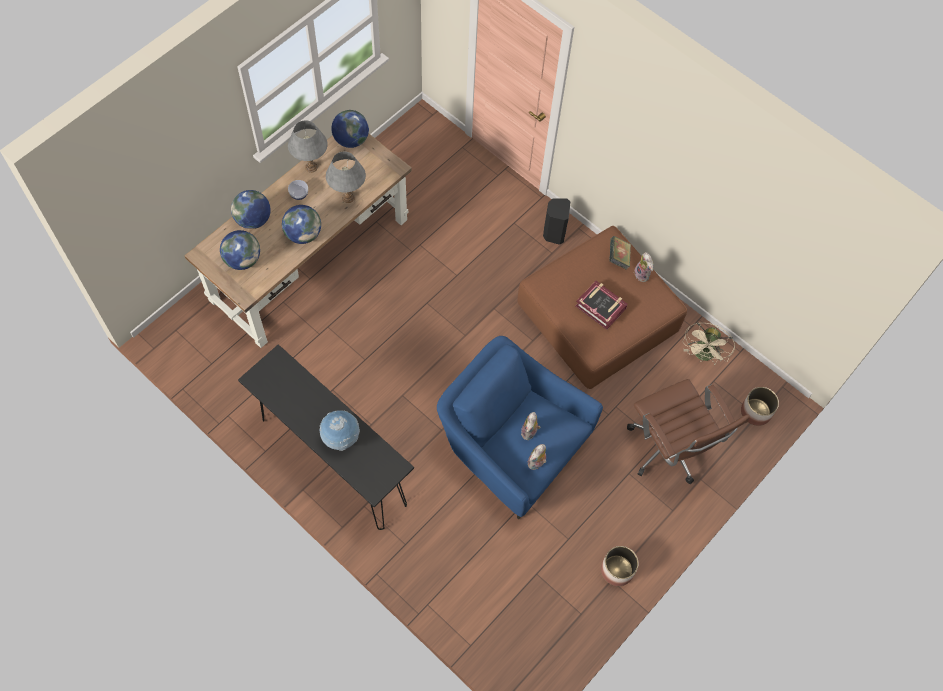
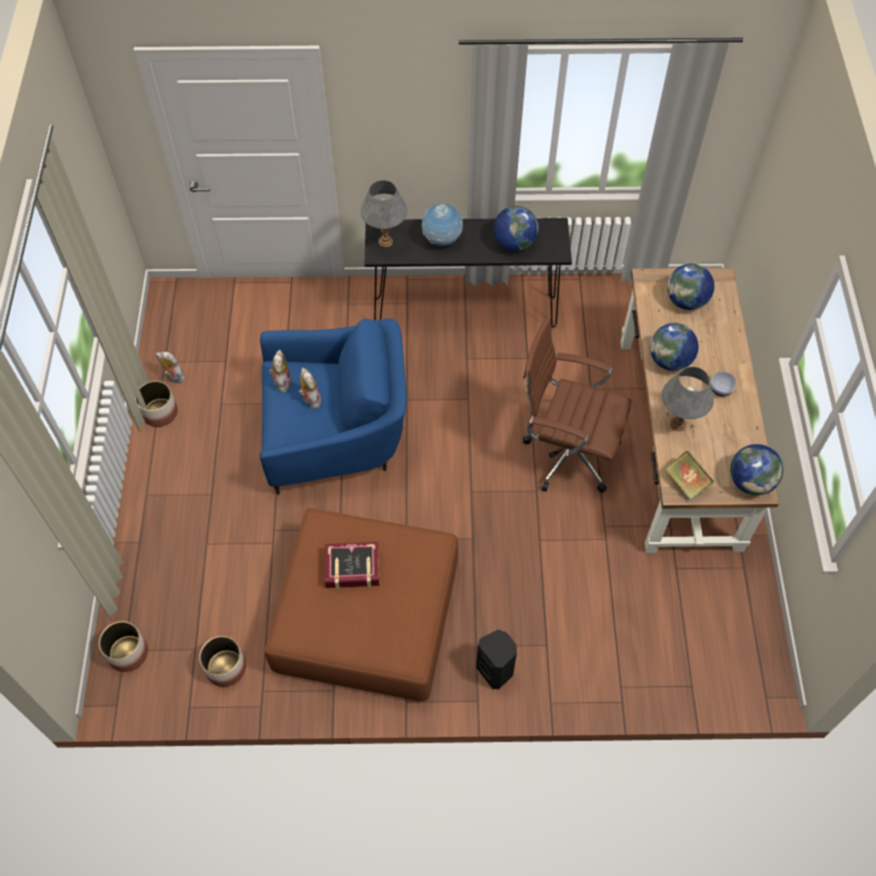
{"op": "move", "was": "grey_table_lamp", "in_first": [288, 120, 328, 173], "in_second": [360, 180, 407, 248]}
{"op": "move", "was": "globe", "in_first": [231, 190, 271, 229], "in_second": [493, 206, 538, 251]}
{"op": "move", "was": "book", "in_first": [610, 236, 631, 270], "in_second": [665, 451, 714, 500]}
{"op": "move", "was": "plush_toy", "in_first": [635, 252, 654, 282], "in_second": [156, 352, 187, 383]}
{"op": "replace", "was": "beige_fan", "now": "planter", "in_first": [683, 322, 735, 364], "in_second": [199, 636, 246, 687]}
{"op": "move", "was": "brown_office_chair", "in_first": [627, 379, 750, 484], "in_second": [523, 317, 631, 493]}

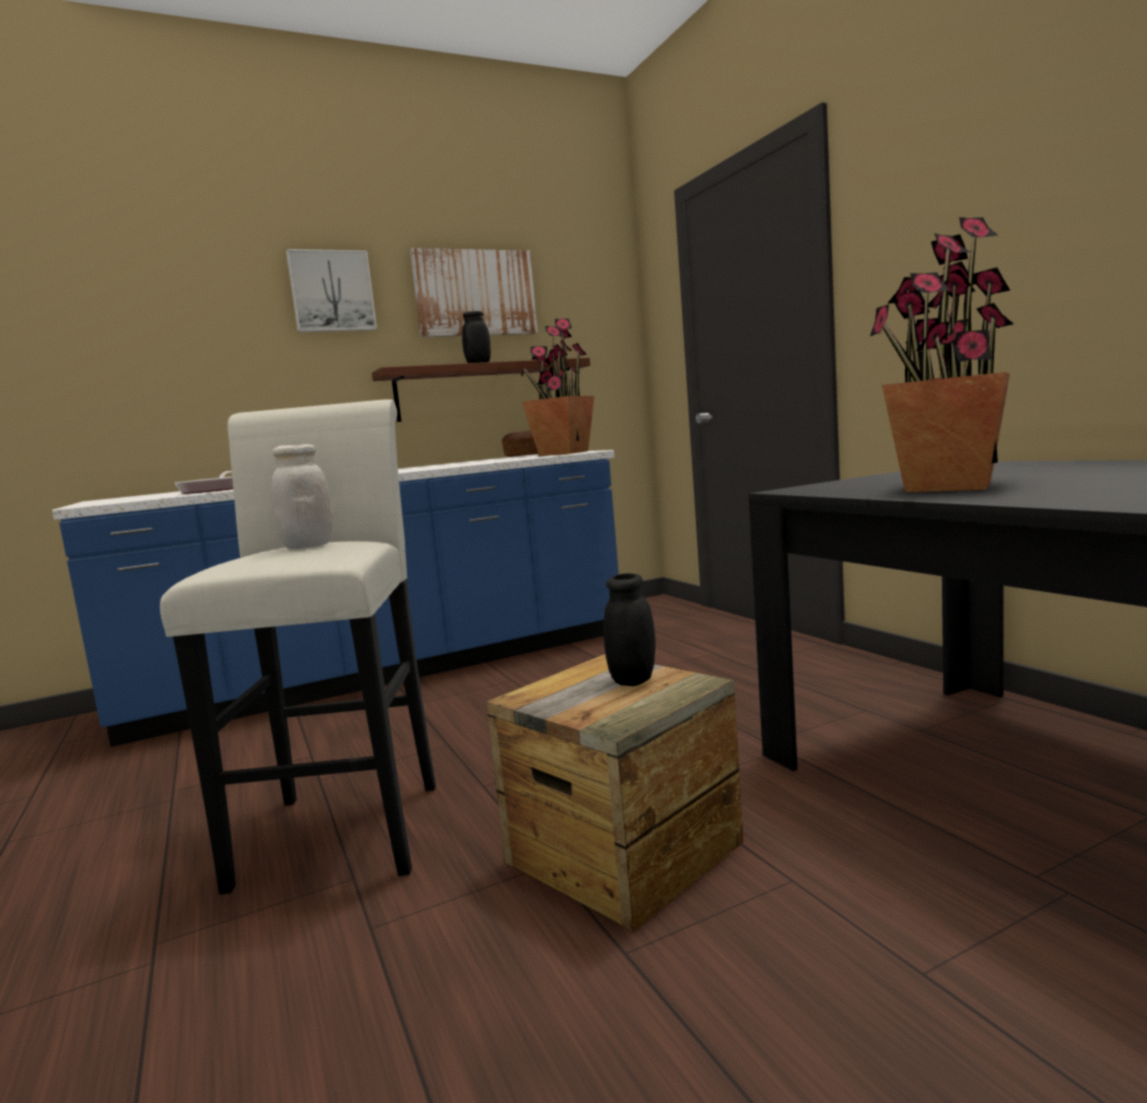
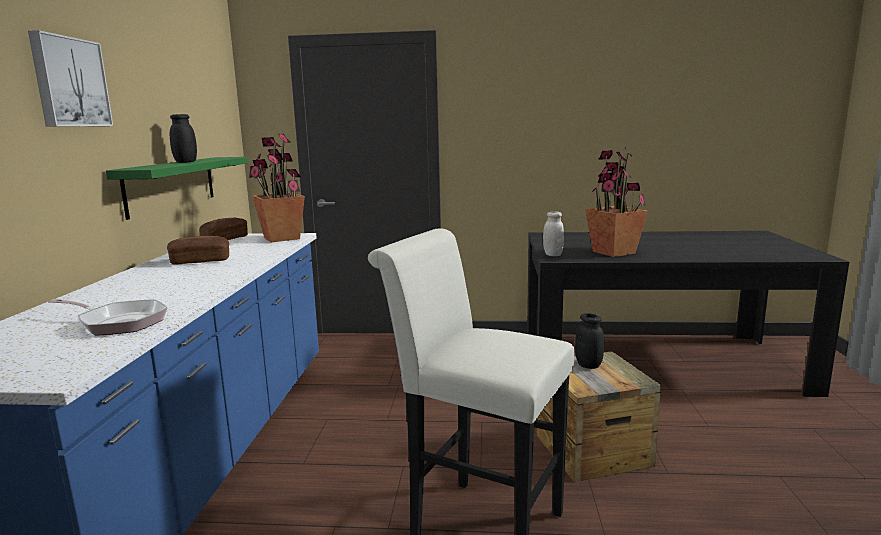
{"op": "delete", "was": "picture", "in_first": [410, 248, 538, 337]}
{"op": "recolor", "was": "brown_shelf", "now": "green_shelf", "in_first": [372, 358, 590, 422], "in_second": [106, 157, 248, 220]}
{"op": "move", "was": "white_jar", "in_first": [271, 444, 333, 549], "in_second": [543, 211, 564, 256]}
{"op": "insert", "now": "bread", "in_second": [167, 236, 229, 265]}

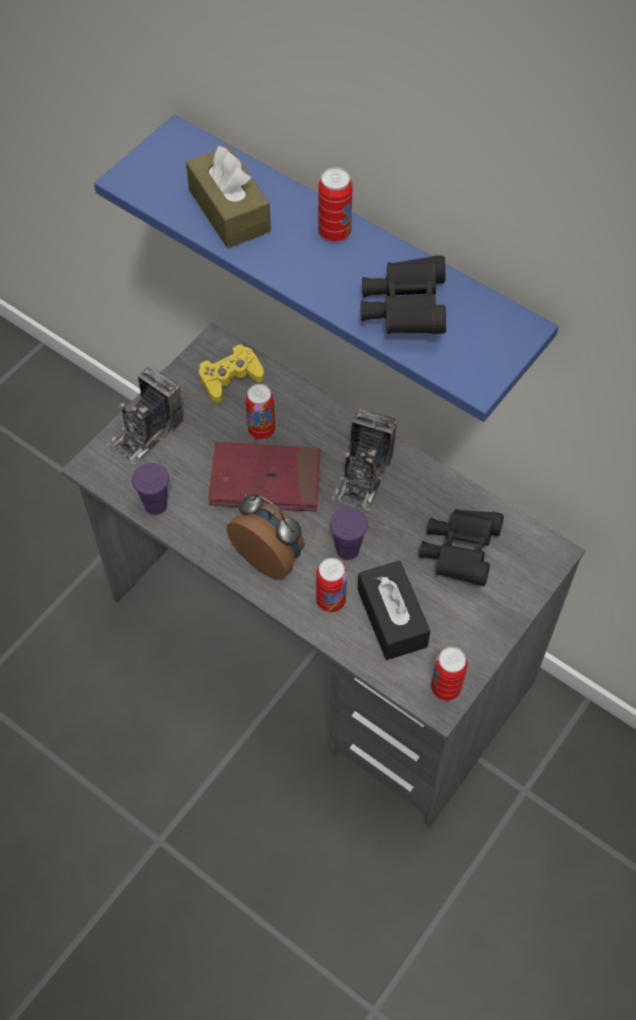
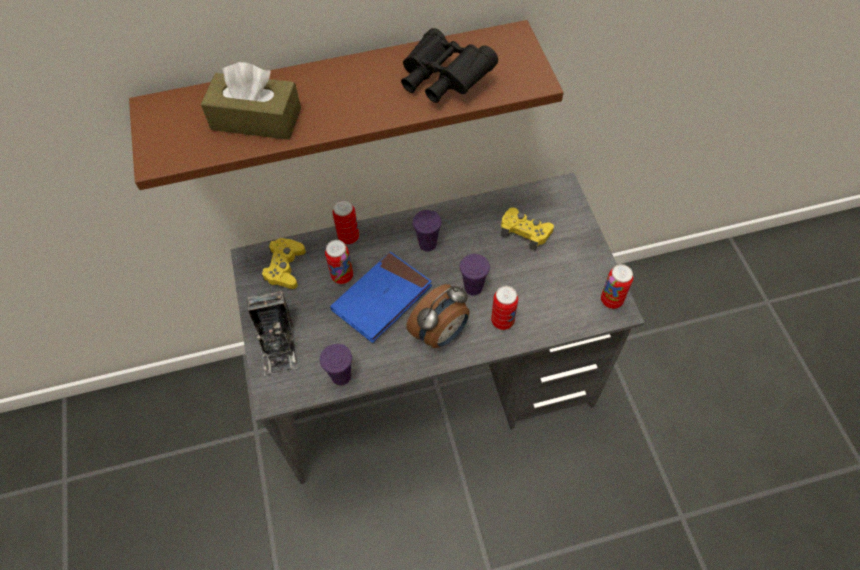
{"op": "recolor", "was": "blue_shelf", "now": "brown_shelf", "in_first": [94, 115, 559, 422], "in_second": [129, 20, 564, 190]}
{"op": "move", "was": "can", "in_first": [318, 167, 353, 242], "in_second": [332, 200, 359, 245]}
{"op": "replace", "was": "photo_camera", "now": "purple_cup", "in_first": [332, 409, 397, 510], "in_second": [412, 210, 442, 252]}
{"op": "recolor", "was": "red_book", "now": "blue_book", "in_first": [208, 442, 321, 512], "in_second": [330, 252, 432, 343]}
{"op": "rotate", "was": "alarm_clock", "in_first": [227, 494, 305, 580], "in_second": [406, 284, 470, 348], "clockwise": 150}
{"op": "replace", "was": "black_binoculars", "now": "yellow_game_controller", "in_first": [419, 509, 503, 586], "in_second": [501, 208, 554, 250]}
{"op": "delete", "was": "black_tissue_box", "in_first": [358, 561, 430, 660]}

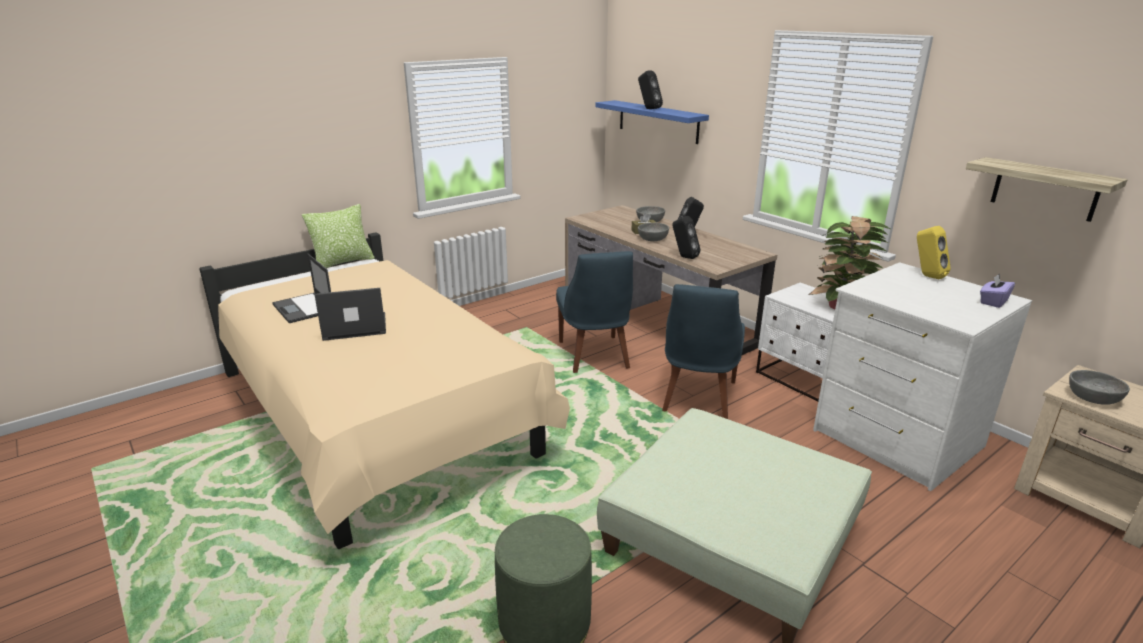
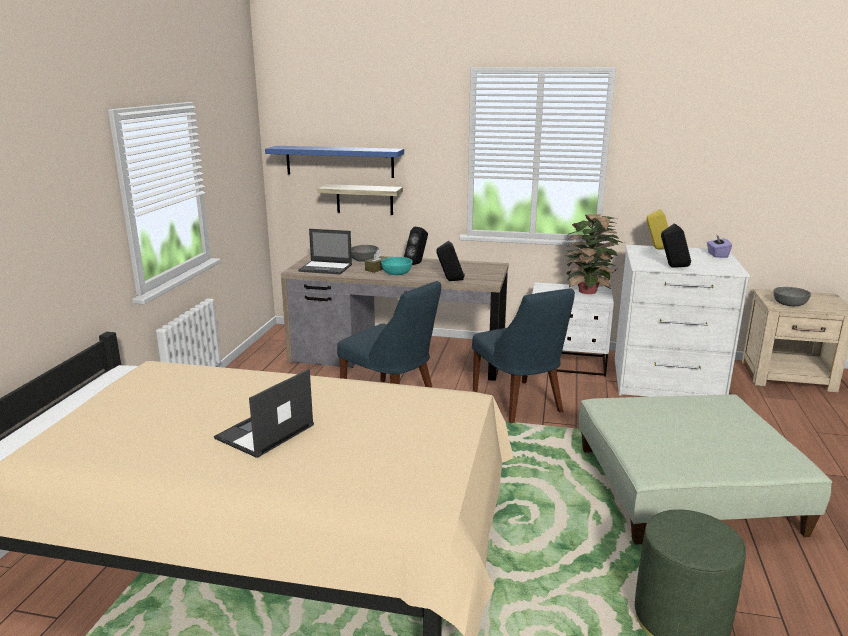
{"op": "move", "was": "black_speaker", "in_first": [638, 70, 663, 109], "in_second": [661, 223, 691, 268]}
{"op": "move", "was": "shelf", "in_first": [966, 157, 1128, 222], "in_second": [317, 184, 403, 215]}
{"op": "delete", "was": "pillow", "in_first": [302, 204, 375, 268]}
{"op": "recolor", "was": "grey_bowl", "now": "turquoise_bowl", "in_first": [638, 223, 669, 241], "in_second": [381, 257, 413, 275]}
{"op": "move", "was": "laptop", "in_first": [272, 254, 331, 323], "in_second": [298, 229, 352, 275]}

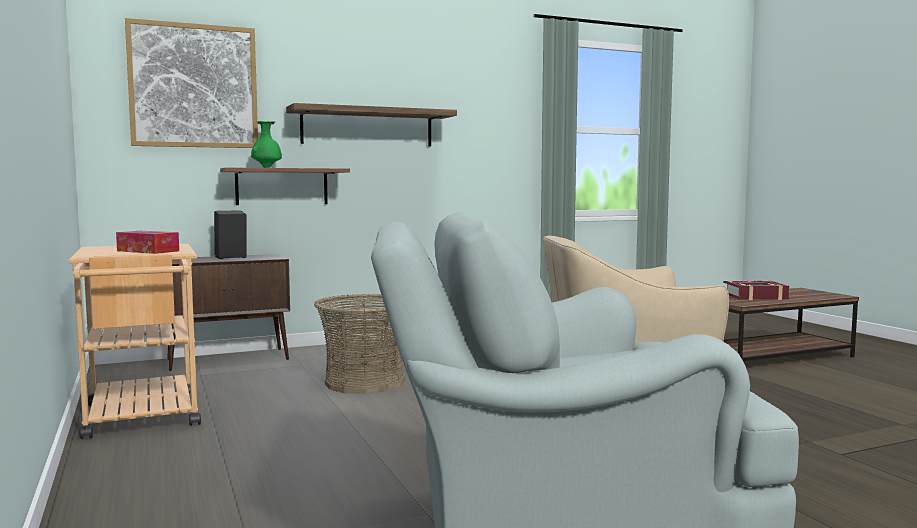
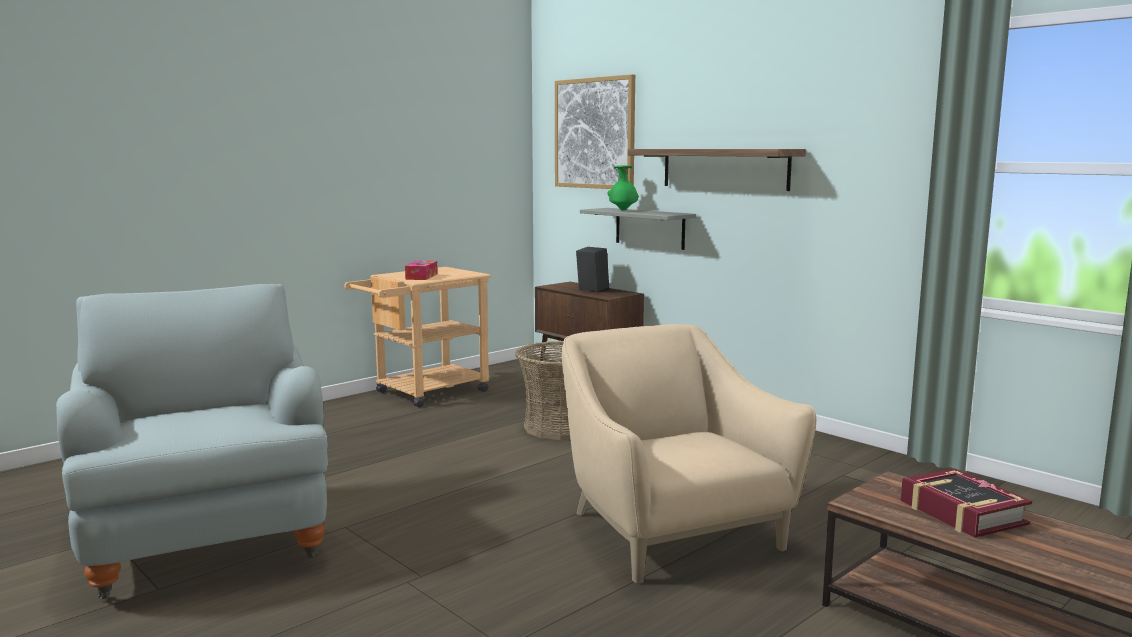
{"op": "recolor", "was": "brown_shelf", "now": "grey_shelf", "in_first": [220, 168, 350, 205], "in_second": [580, 208, 696, 250]}

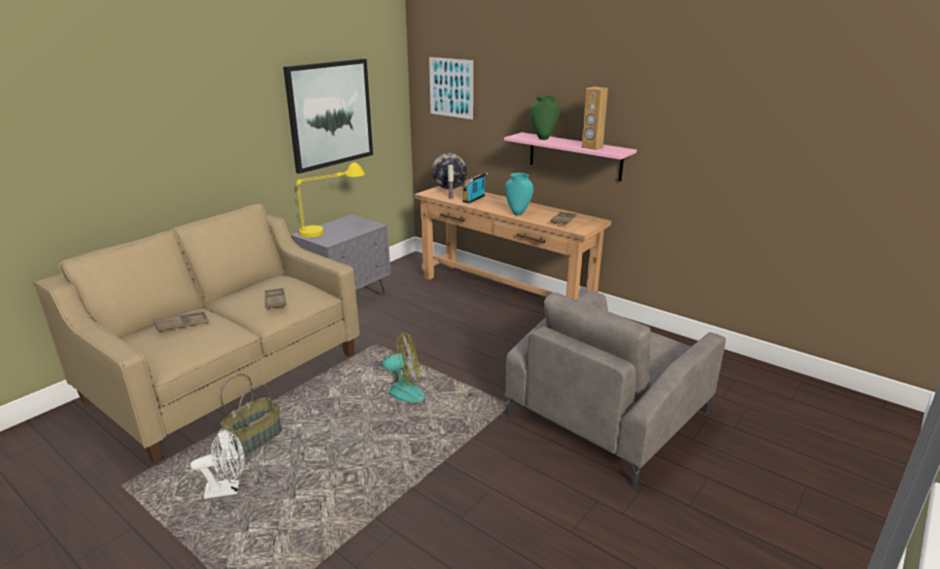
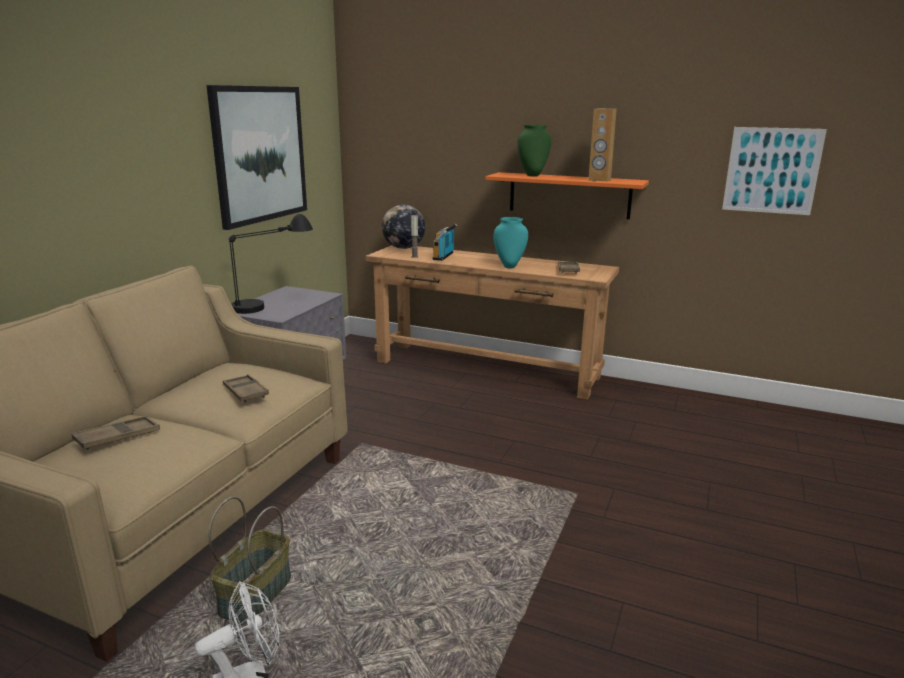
{"op": "move", "was": "picture", "in_first": [429, 57, 473, 120], "in_second": [722, 127, 827, 215]}
{"op": "recolor", "was": "pink_shelf", "now": "orange_shelf", "in_first": [504, 132, 637, 181], "in_second": [485, 172, 649, 220]}
{"op": "recolor", "was": "yellow_table_lamp", "now": "black_table_lamp", "in_first": [296, 162, 365, 237], "in_second": [229, 214, 313, 314]}
{"op": "delete", "was": "grey_armchair", "in_first": [505, 291, 726, 488]}
{"op": "delete", "was": "fan", "in_first": [371, 332, 425, 407]}

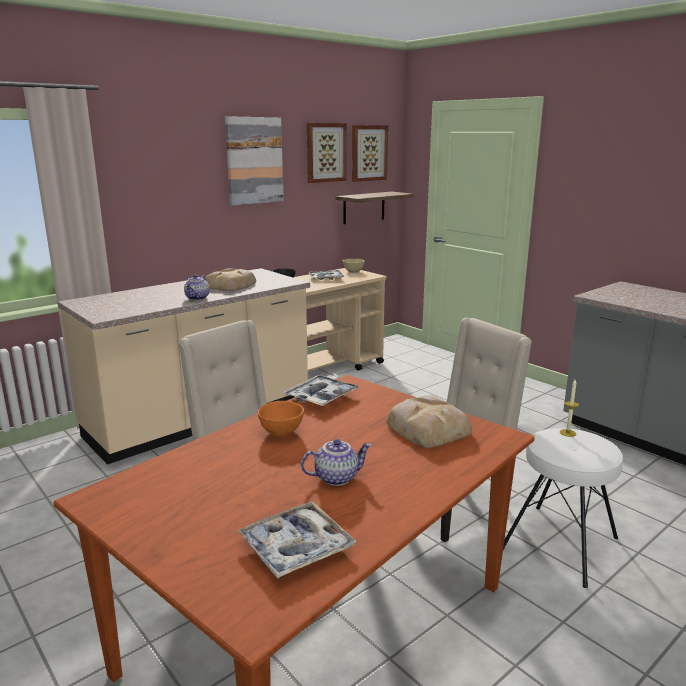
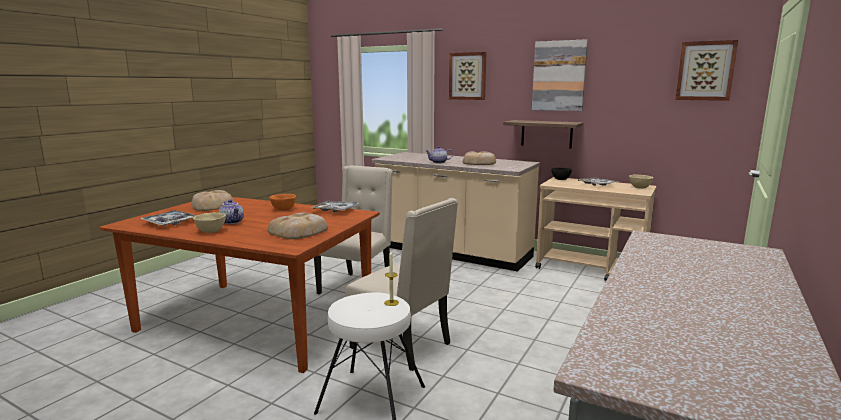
{"op": "move", "was": "picture", "in_first": [307, 123, 347, 183], "in_second": [449, 52, 487, 100]}
{"op": "move", "was": "shelf", "in_first": [335, 192, 414, 224], "in_second": [503, 120, 584, 149]}
{"op": "insert", "now": "bread", "in_second": [191, 190, 234, 211]}
{"op": "insert", "now": "beige_bowl", "in_second": [193, 213, 226, 233]}

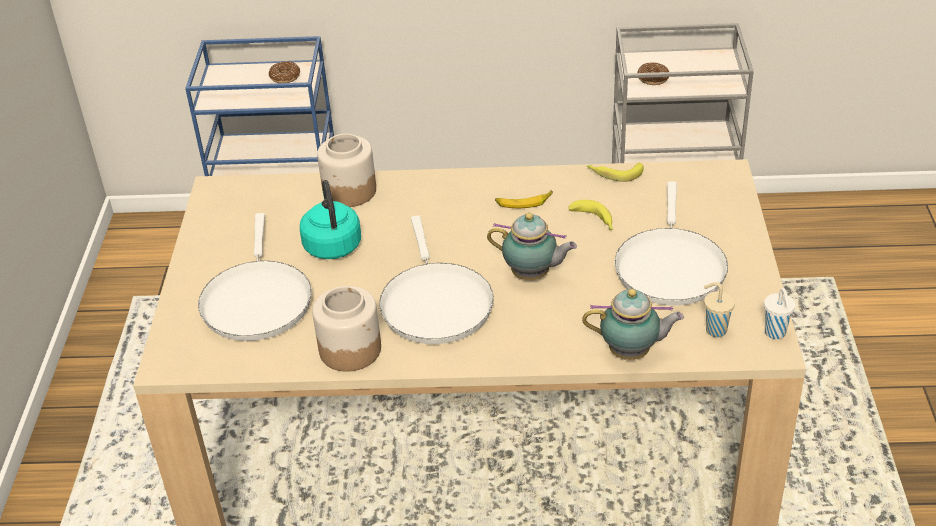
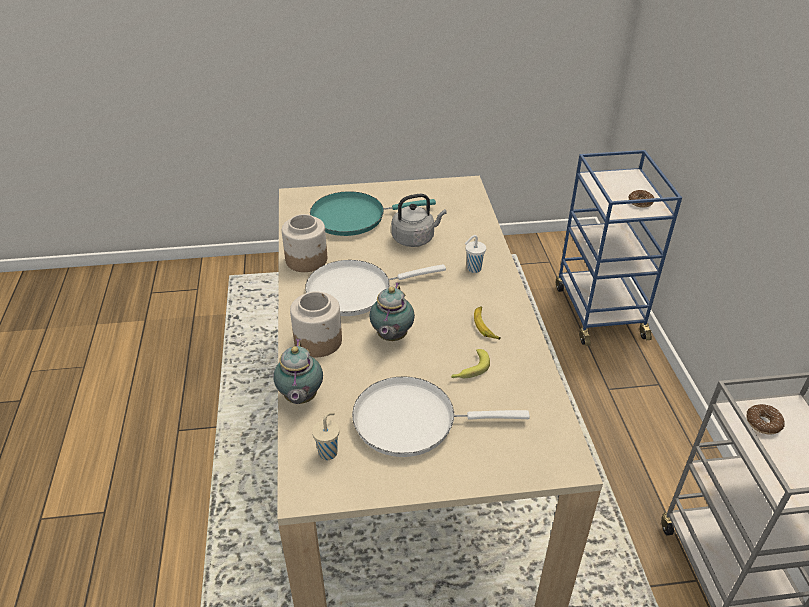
{"op": "move", "was": "jar", "in_first": [317, 133, 376, 207], "in_second": [290, 291, 342, 357]}
{"op": "delete", "was": "banana", "in_first": [587, 163, 644, 182]}
{"op": "recolor", "was": "turquoise_kettle", "now": "grey_kettle", "in_first": [300, 180, 361, 259], "in_second": [391, 194, 447, 247]}
{"op": "recolor", "was": "white_frying_pan", "now": "turquoise_frying_pan", "in_first": [198, 213, 312, 341], "in_second": [310, 191, 436, 236]}
{"op": "move", "was": "white_cup", "in_first": [764, 288, 795, 339], "in_second": [465, 235, 486, 273]}

